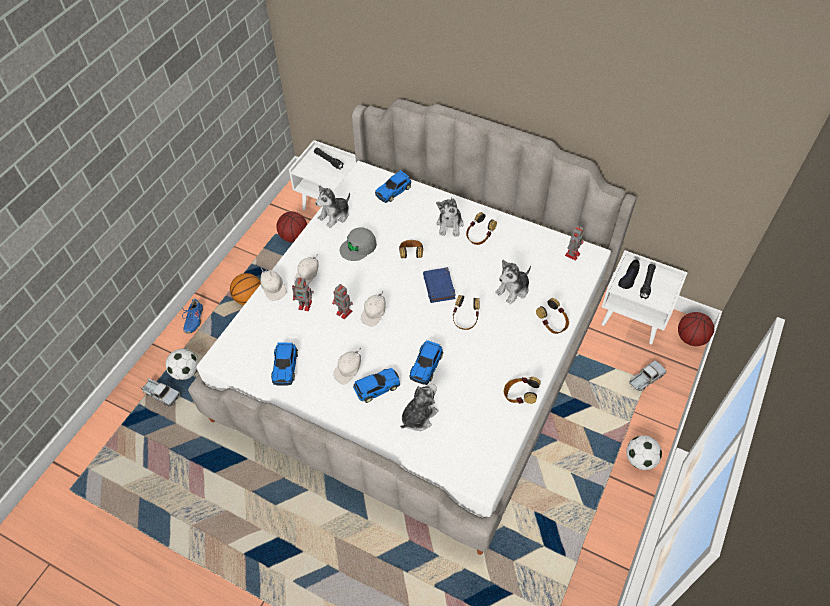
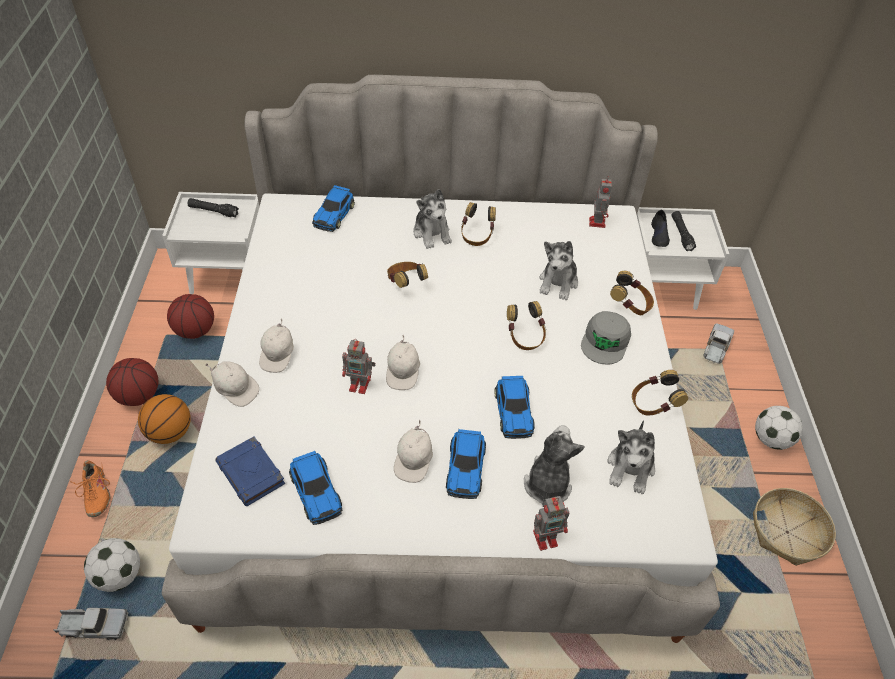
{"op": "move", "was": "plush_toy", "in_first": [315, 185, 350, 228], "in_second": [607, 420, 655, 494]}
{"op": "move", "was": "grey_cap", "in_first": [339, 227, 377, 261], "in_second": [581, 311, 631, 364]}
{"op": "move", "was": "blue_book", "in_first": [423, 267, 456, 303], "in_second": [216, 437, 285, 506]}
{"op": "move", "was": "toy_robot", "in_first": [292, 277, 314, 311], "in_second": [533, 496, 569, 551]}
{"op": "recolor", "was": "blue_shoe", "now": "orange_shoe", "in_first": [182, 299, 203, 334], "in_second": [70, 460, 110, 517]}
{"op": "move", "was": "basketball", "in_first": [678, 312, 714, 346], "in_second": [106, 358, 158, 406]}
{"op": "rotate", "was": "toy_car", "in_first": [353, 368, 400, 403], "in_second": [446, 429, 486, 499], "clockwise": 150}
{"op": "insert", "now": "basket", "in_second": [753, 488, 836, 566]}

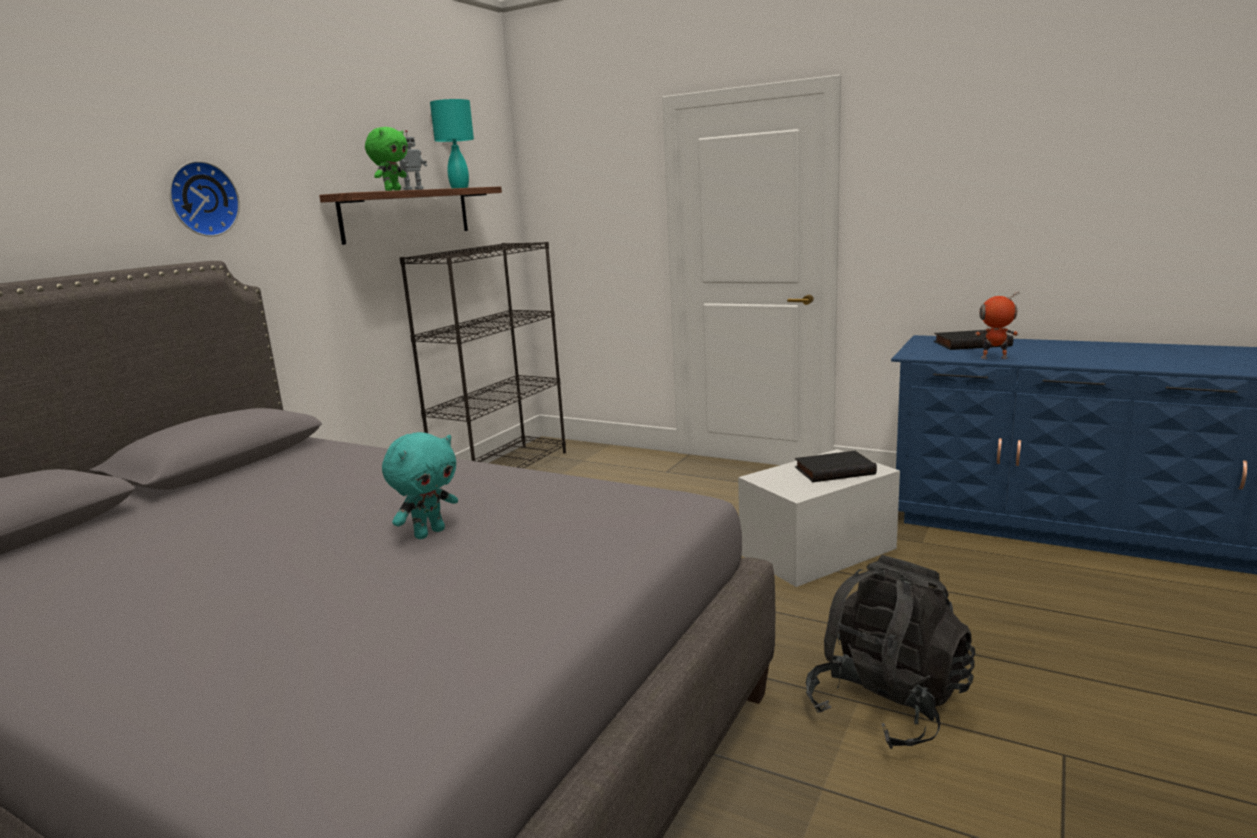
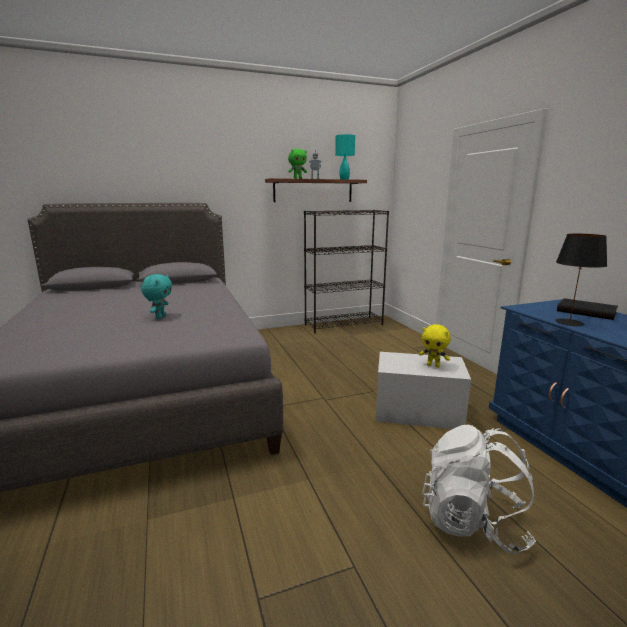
{"op": "delete", "was": "wall_clock", "in_first": [169, 161, 240, 237]}
{"op": "replace", "was": "toy_robot", "now": "black_table_lamp", "in_first": [975, 291, 1019, 359], "in_second": [556, 234, 607, 326]}
{"op": "rotate", "was": "turquoise_plush_toy", "in_first": [382, 432, 458, 539], "in_second": [141, 274, 172, 319], "clockwise": -75}
{"op": "replace", "was": "black_book", "now": "yellow_plush_toy", "in_first": [795, 451, 877, 482], "in_second": [419, 324, 451, 368]}
{"op": "delete", "was": "black_backpack", "in_first": [806, 555, 976, 749]}
{"op": "insert", "now": "white_backpack", "in_second": [422, 425, 536, 554]}

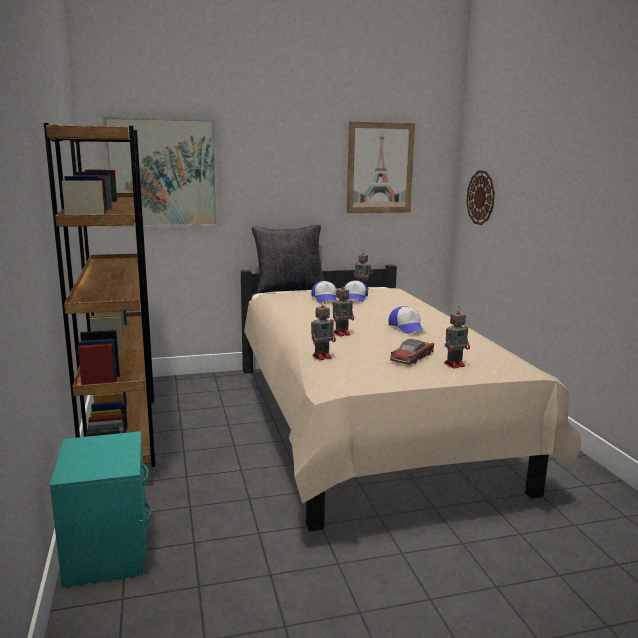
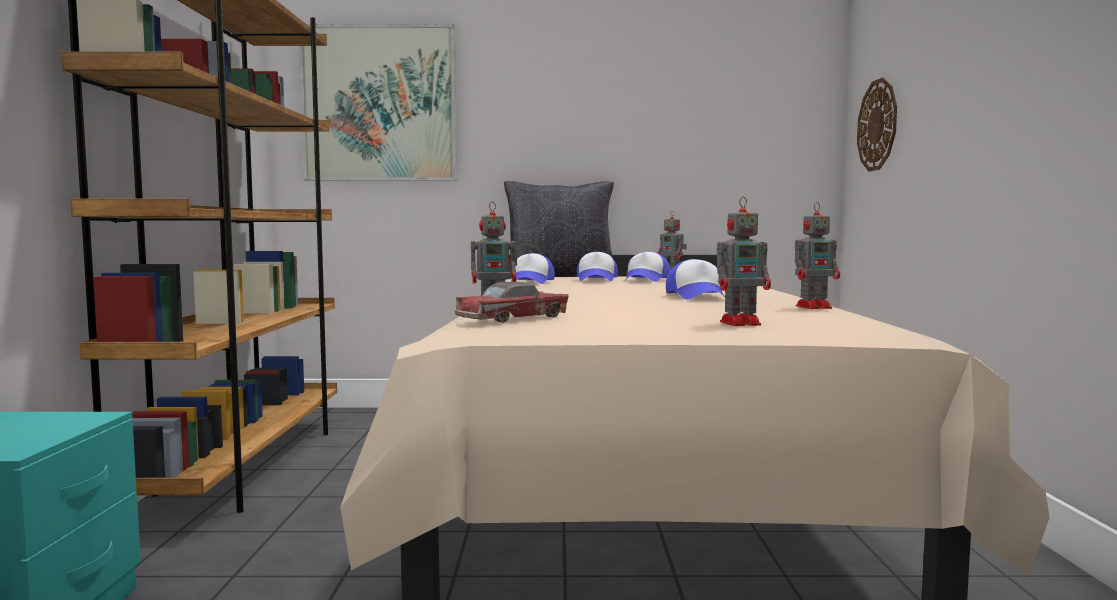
{"op": "delete", "was": "picture", "in_first": [347, 122, 415, 213]}
{"op": "move", "was": "toy_robot", "in_first": [333, 283, 354, 337], "in_second": [795, 202, 840, 309]}
{"op": "move", "was": "toy_car", "in_first": [390, 339, 434, 365], "in_second": [455, 282, 569, 323]}
{"op": "insert", "now": "cap", "in_second": [511, 253, 555, 284]}

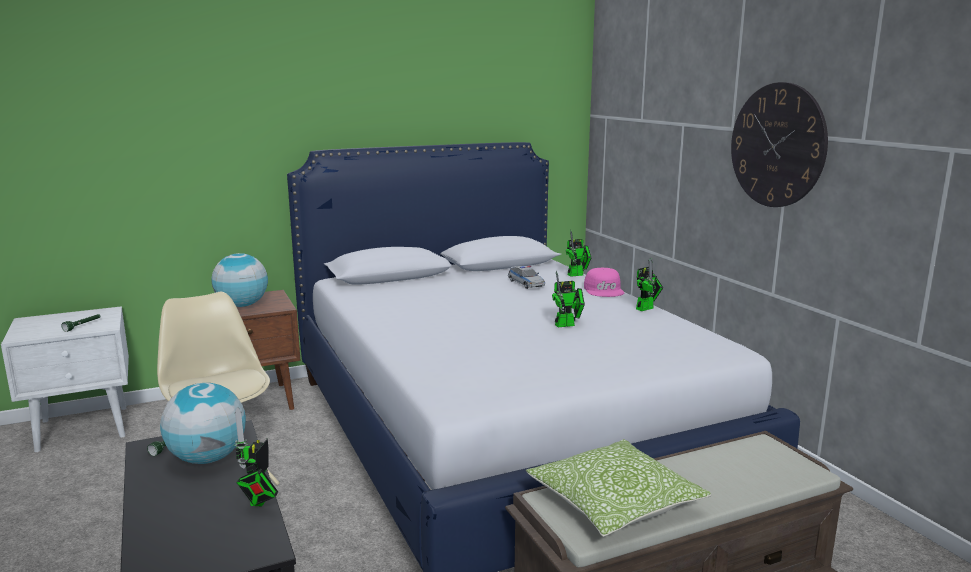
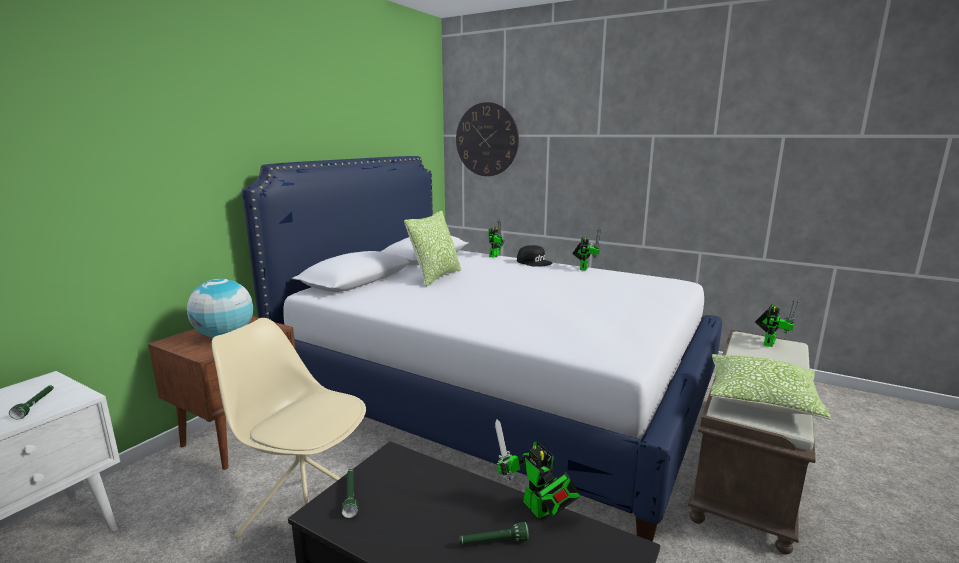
{"op": "move", "was": "wall_clock", "in_first": [731, 82, 828, 207], "in_second": [456, 102, 519, 176]}
{"op": "delete", "was": "toy_car", "in_first": [508, 266, 545, 289]}
{"op": "recolor", "was": "pink_cap", "now": "black_cap", "in_first": [584, 268, 624, 297], "in_second": [517, 245, 553, 267]}
{"op": "move", "was": "toy_robot", "in_first": [552, 271, 585, 327], "in_second": [755, 299, 798, 347]}
{"op": "delete", "was": "globe", "in_first": [160, 383, 246, 464]}
{"op": "insert", "now": "pillow", "in_second": [404, 211, 462, 287]}
{"op": "insert", "now": "green_flashlight", "in_second": [459, 522, 529, 544]}

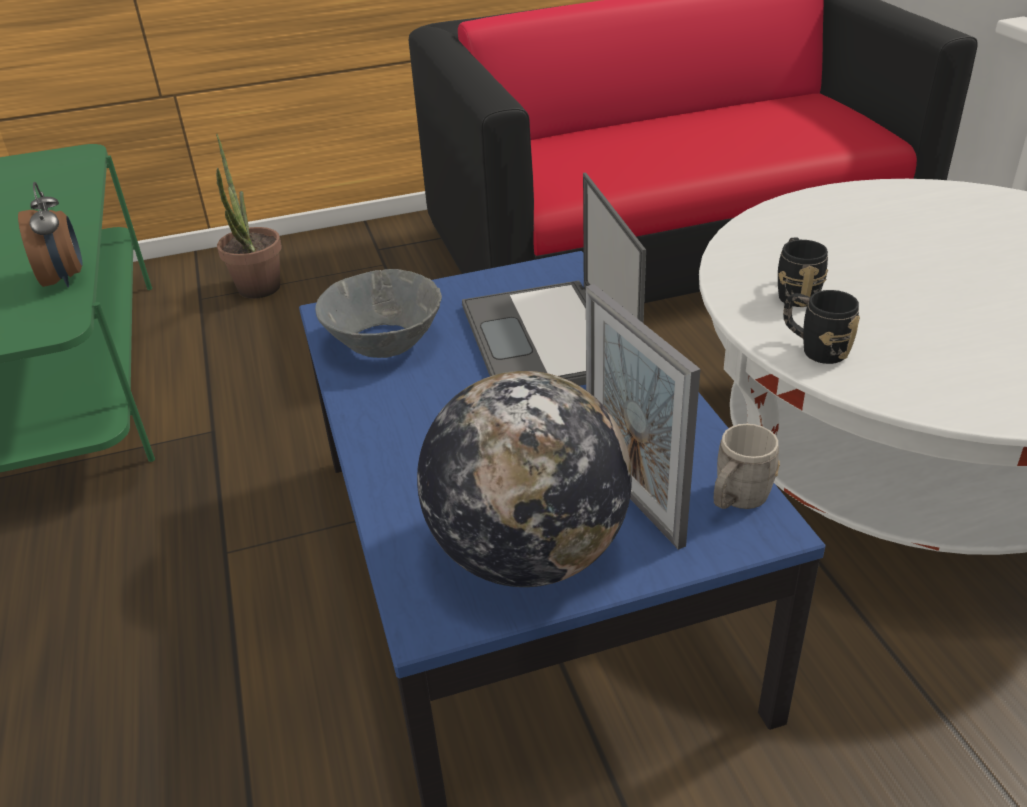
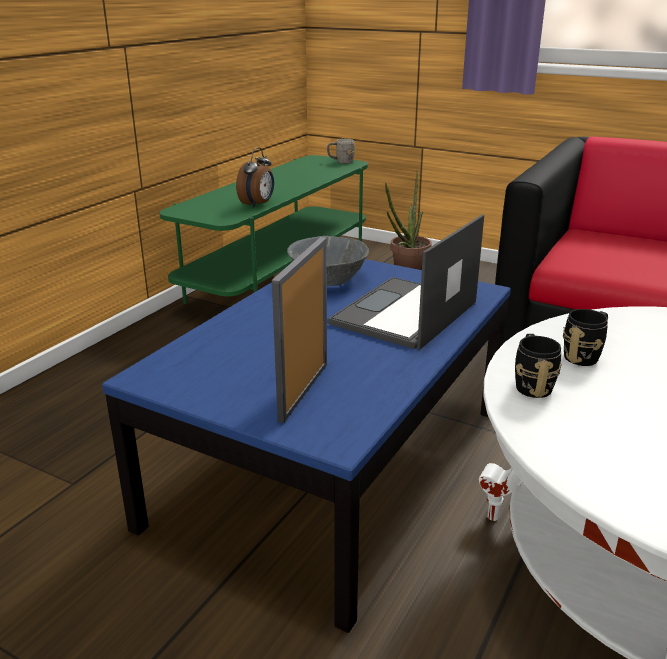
{"op": "delete", "was": "globe", "in_first": [417, 371, 632, 587]}
{"op": "move", "was": "grey_mug", "in_first": [714, 424, 780, 509], "in_second": [327, 139, 355, 164]}

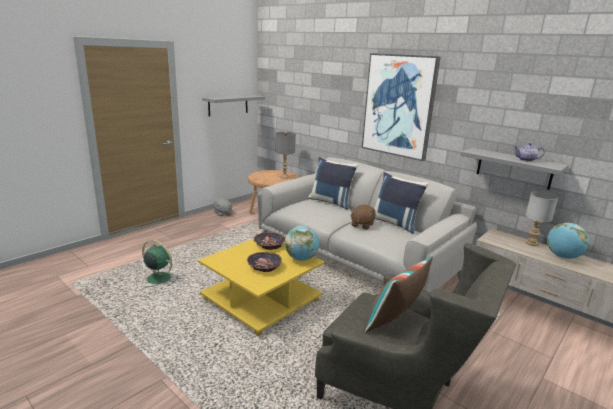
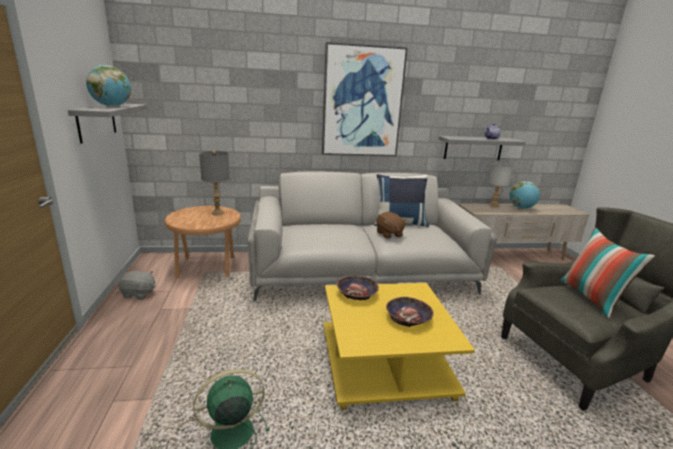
{"op": "delete", "was": "blue_pillow", "in_first": [308, 157, 358, 210]}
{"op": "move", "was": "globe", "in_first": [285, 226, 319, 261], "in_second": [86, 65, 131, 107]}

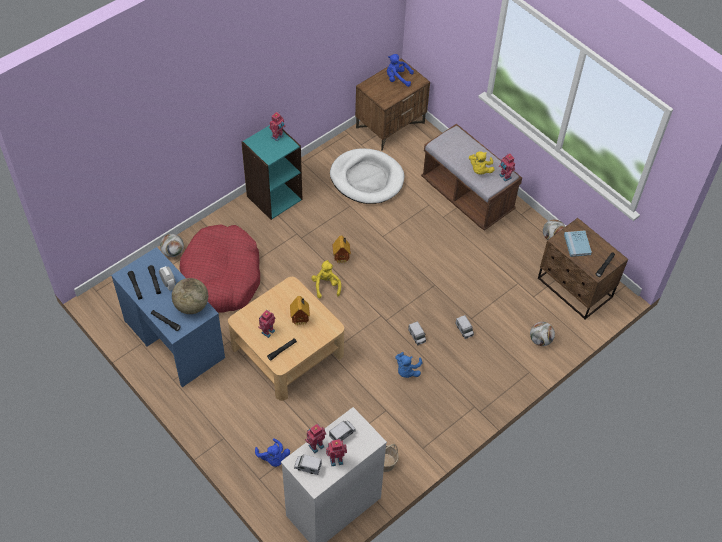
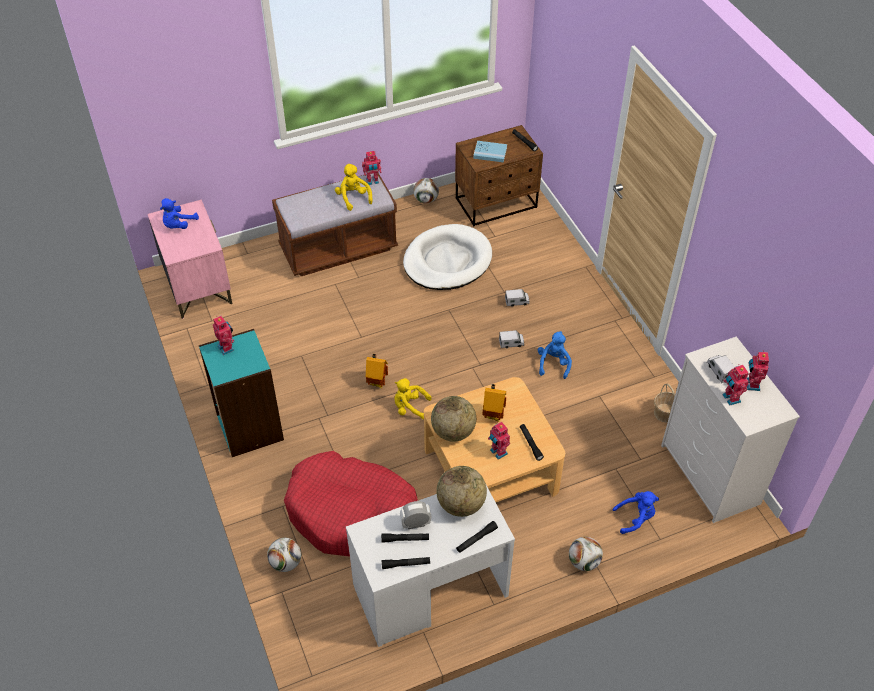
{"op": "recolor", "was": "brown_nightstand", "now": "pink_nightstand", "in_first": [355, 58, 430, 151], "in_second": [147, 199, 233, 319]}
{"op": "move", "was": "white_dog_bed", "in_first": [330, 148, 404, 204], "in_second": [403, 224, 492, 290]}
{"op": "rotate", "was": "yellow_plush_toy", "in_first": [469, 152, 495, 175], "in_second": [335, 164, 373, 211], "clockwise": -150}
{"op": "recolor", "was": "blue_desk", "now": "white_desk", "in_first": [111, 247, 225, 387], "in_second": [346, 485, 515, 647]}
{"op": "move", "was": "football", "in_first": [530, 322, 555, 346], "in_second": [569, 537, 603, 571]}
{"op": "rotate", "was": "blue_plush_toy", "in_first": [395, 352, 422, 378], "in_second": [538, 331, 572, 379], "clockwise": -120}
{"op": "delete", "was": "toy_truck", "in_first": [294, 454, 322, 475]}
{"op": "insert", "now": "globe", "in_second": [431, 396, 476, 442]}

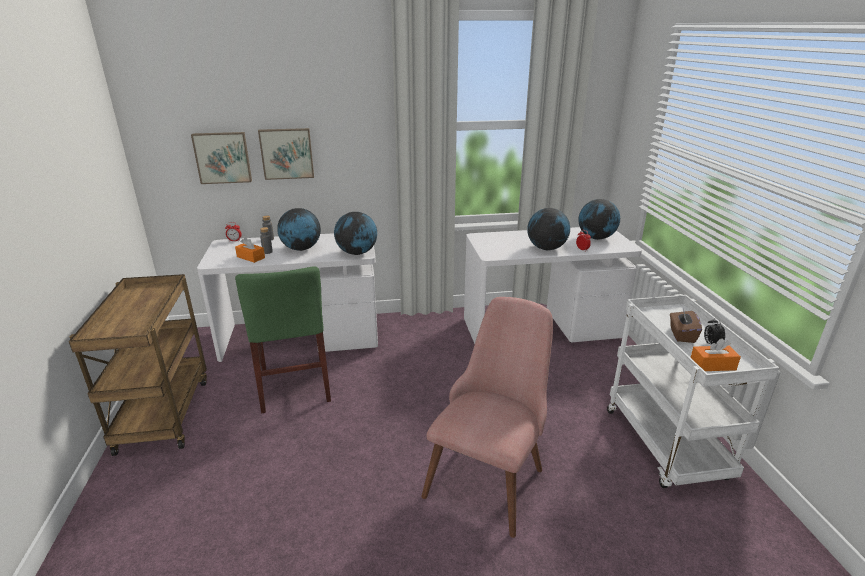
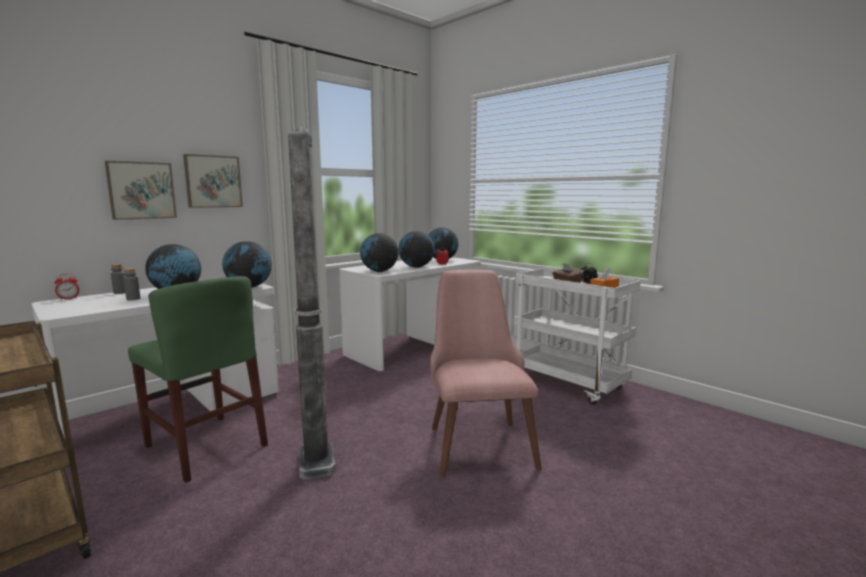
{"op": "move", "was": "picture", "in_first": [191, 132, 252, 184], "in_second": [183, 154, 243, 208]}
{"op": "delete", "was": "orange_tissue_box", "in_first": [235, 237, 265, 263]}
{"op": "insert", "now": "floor_lamp", "in_second": [288, 127, 335, 479]}
{"op": "insert", "now": "globe", "in_second": [360, 233, 399, 272]}

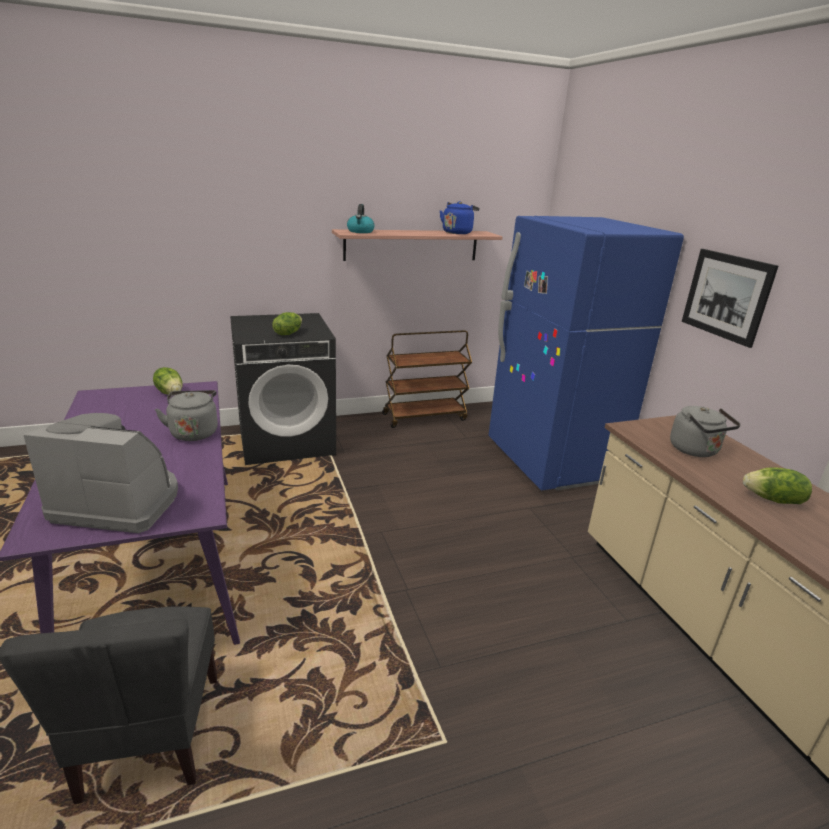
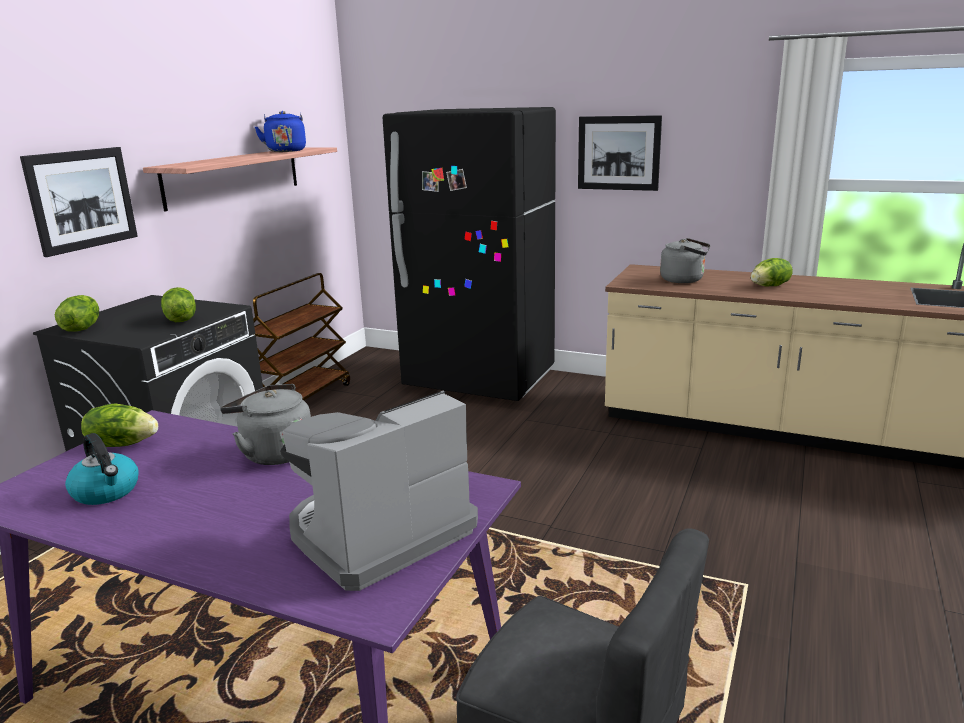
{"op": "move", "was": "kettle", "in_first": [347, 204, 374, 233], "in_second": [65, 433, 139, 505]}
{"op": "recolor", "was": "blue_fridge", "now": "black_fridge", "in_first": [488, 216, 684, 491], "in_second": [383, 107, 556, 401]}
{"op": "insert", "now": "picture", "in_second": [20, 147, 138, 257]}
{"op": "insert", "now": "lettuce", "in_second": [55, 295, 99, 332]}

